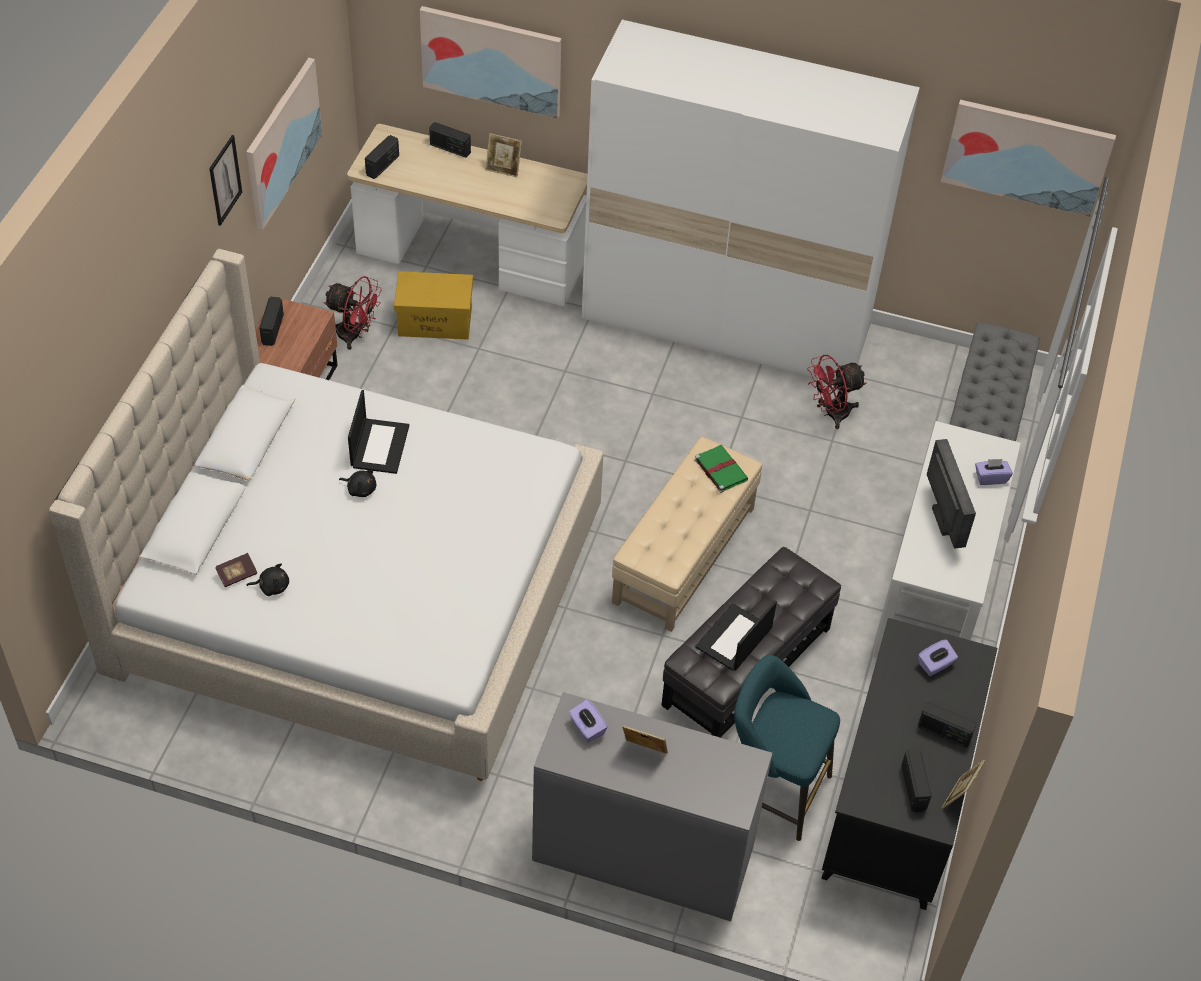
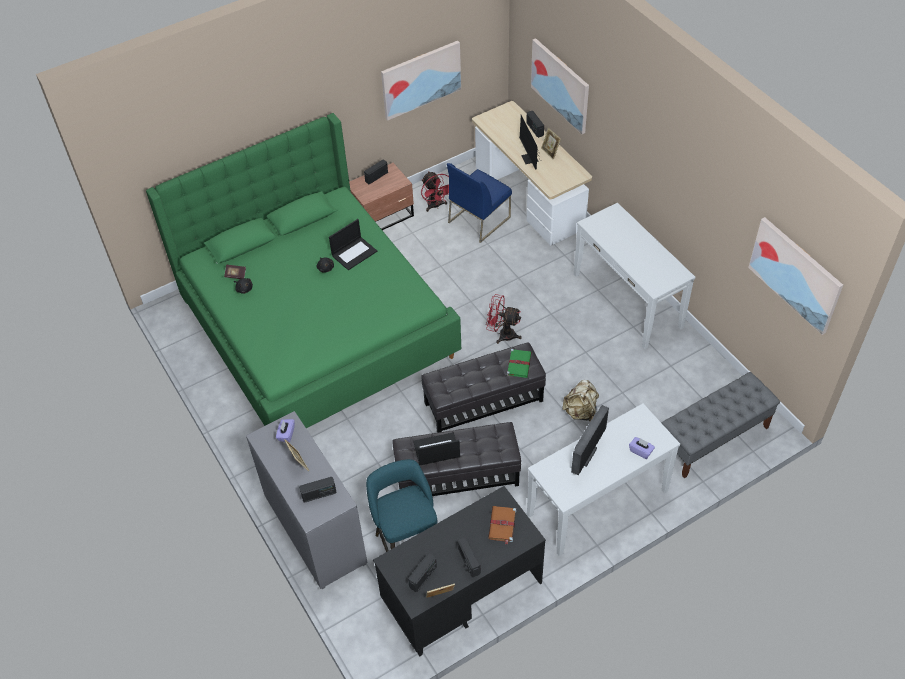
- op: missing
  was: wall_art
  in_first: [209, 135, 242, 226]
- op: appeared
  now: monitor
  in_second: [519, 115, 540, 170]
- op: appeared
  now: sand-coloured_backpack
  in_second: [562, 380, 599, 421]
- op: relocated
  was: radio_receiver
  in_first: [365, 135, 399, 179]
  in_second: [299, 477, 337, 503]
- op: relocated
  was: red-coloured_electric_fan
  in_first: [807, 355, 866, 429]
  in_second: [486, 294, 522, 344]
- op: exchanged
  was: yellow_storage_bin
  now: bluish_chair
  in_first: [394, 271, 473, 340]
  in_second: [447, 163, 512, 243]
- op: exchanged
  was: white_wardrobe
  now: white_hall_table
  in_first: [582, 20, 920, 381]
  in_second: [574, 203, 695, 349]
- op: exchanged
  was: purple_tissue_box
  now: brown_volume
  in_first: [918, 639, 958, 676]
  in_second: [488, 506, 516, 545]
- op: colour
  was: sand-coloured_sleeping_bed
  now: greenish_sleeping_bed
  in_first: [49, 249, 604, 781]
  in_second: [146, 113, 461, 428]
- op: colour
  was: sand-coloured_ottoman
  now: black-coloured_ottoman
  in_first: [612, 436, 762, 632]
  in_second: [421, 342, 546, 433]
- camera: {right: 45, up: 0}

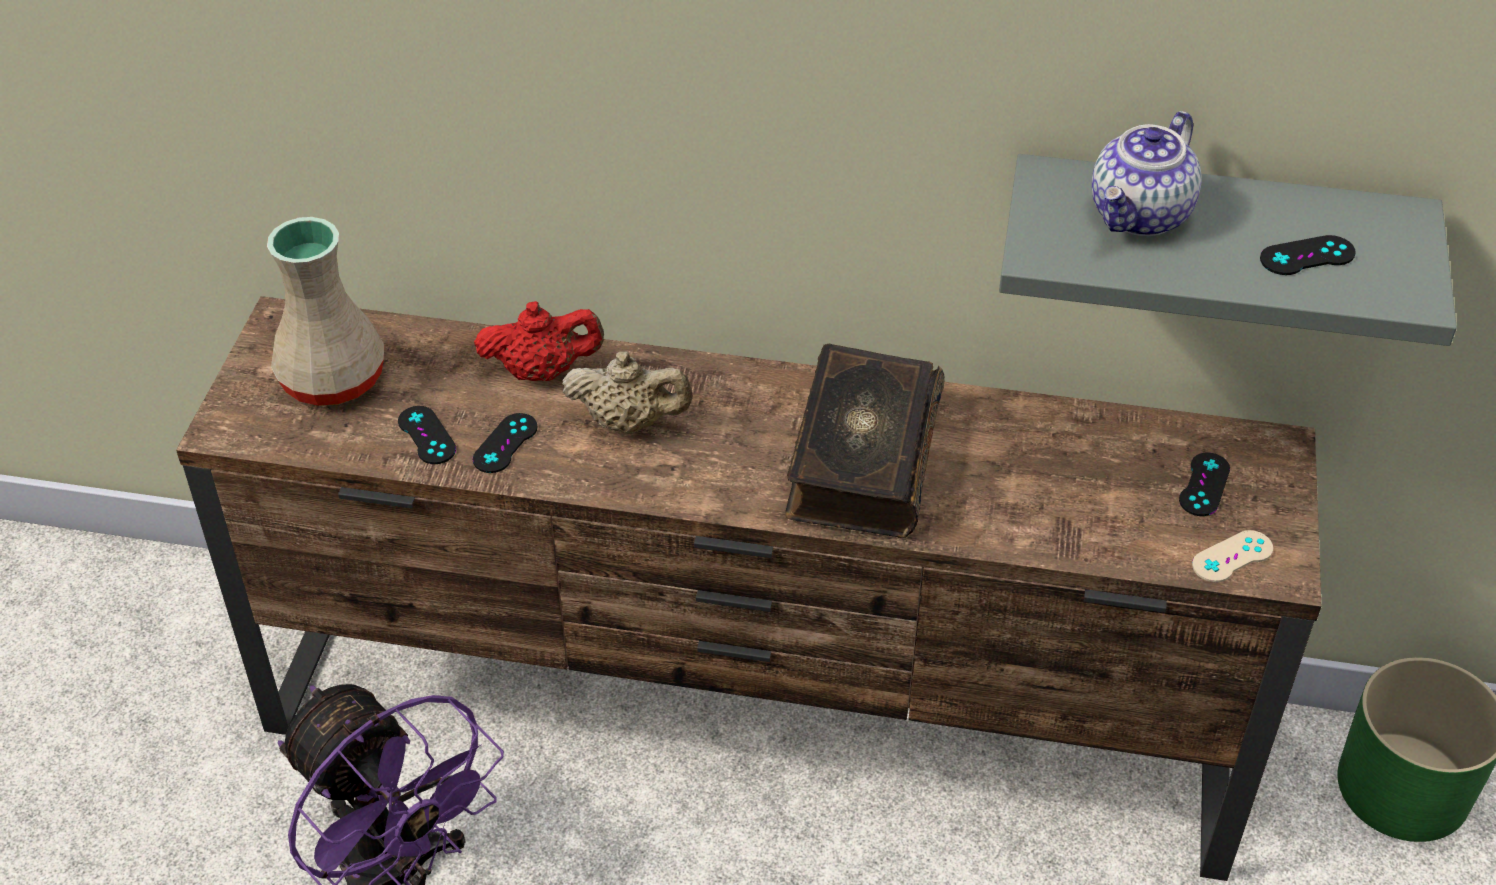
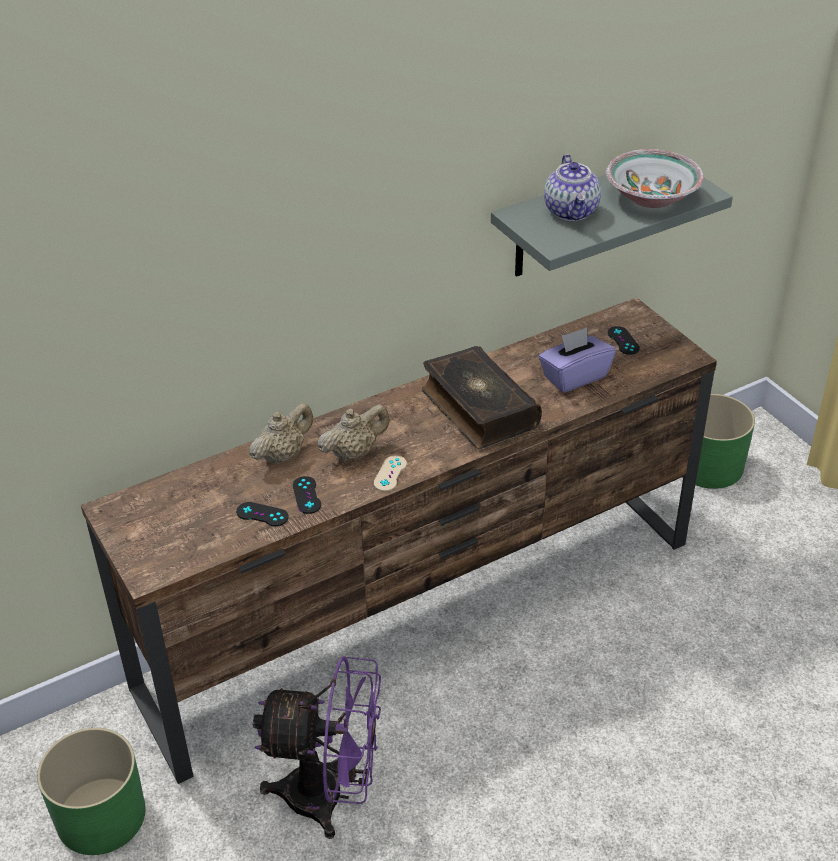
- op: missing
  was: sand-coloured_vase
  in_first: [267, 217, 384, 406]
- op: appeared
  now: greenish_planter
  in_second: [37, 728, 146, 855]
- op: appeared
  now: purple_tissue_box
  in_second: [538, 327, 616, 393]
- op: relocated
  was: sand-coloured_game_controller
  in_first: [1192, 530, 1273, 582]
  in_second: [373, 456, 407, 491]
- op: exchanged
  was: black-coloured_game_controller
  now: serving_bowl
  in_first: [1260, 235, 1356, 275]
  in_second: [605, 149, 704, 208]
- op: colour
  was: red-coloured_pot_for_tea
  now: sand-coloured_pot_for_tea
  in_first: [474, 301, 604, 381]
  in_second: [249, 403, 313, 465]
- camera: {right: -40, up: -5}

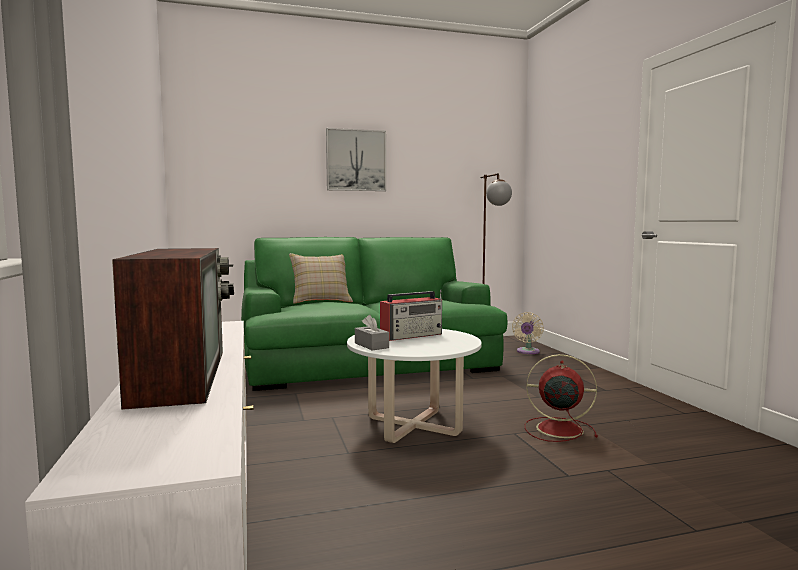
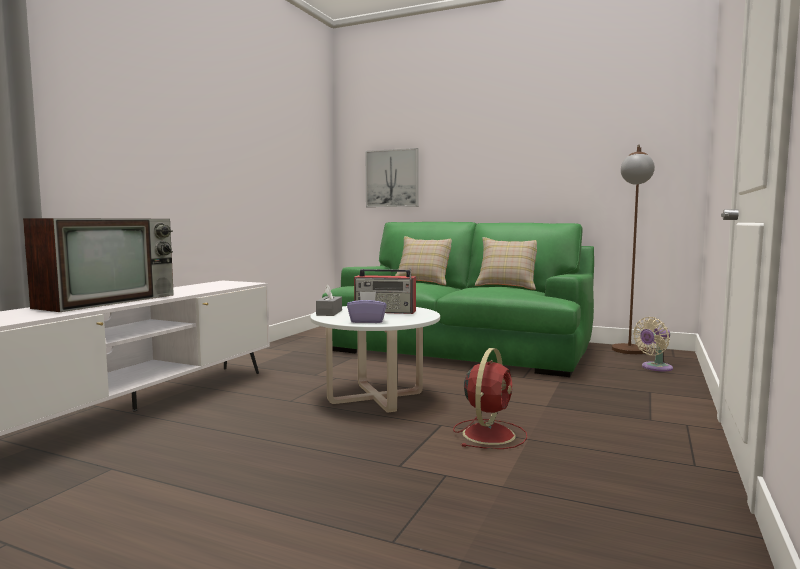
- op: appeared
  now: purple_tissue_box
  in_second: [347, 292, 387, 323]
- op: appeared
  now: sand-coloured_pillow
  in_second: [475, 237, 537, 290]
- op: relocated
  was: wall_art
  in_first: [326, 128, 386, 191]
  in_second: [366, 148, 419, 207]
- op: spun
  was: red-coloured_electric_fan
  in_first: [525, 354, 598, 442]
  in_second: [453, 348, 527, 449]
  clockwise: 60
- camera: {right: 40, up: 0}

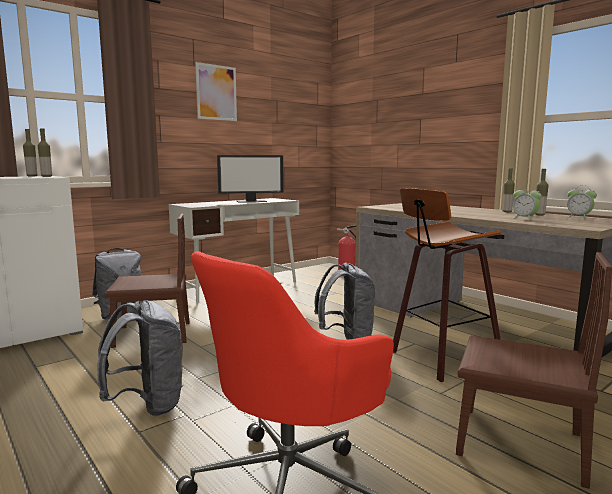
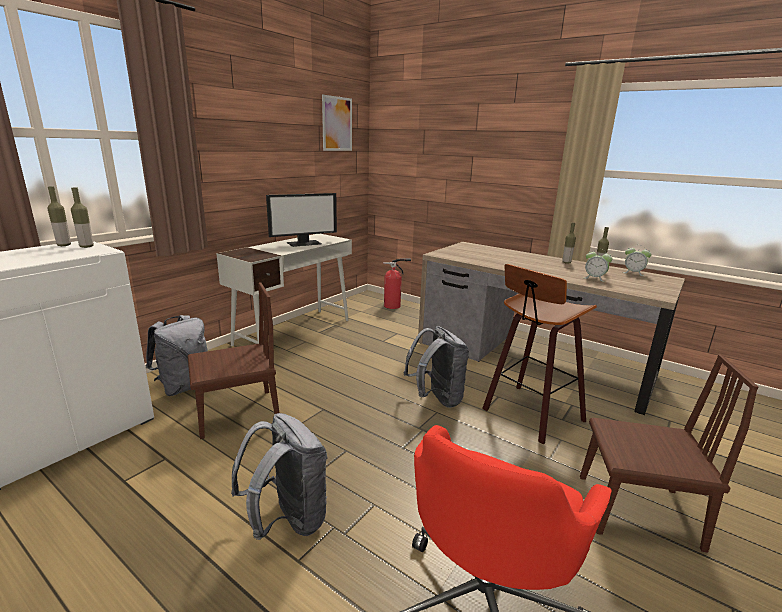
- op: relocated
  was: wall_art
  in_first: [195, 62, 237, 121]
  in_second: [322, 95, 352, 151]
- camera: {right: -15, up: 10}

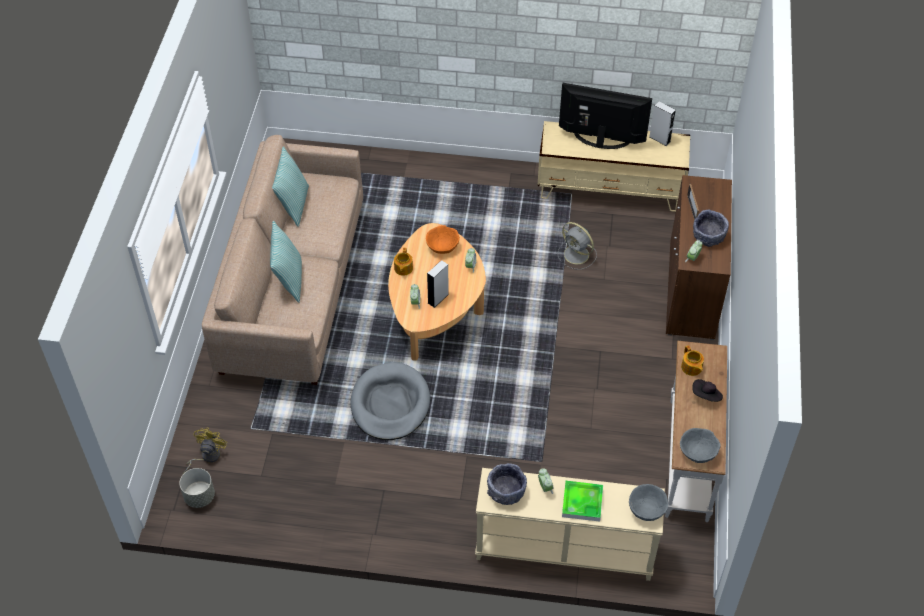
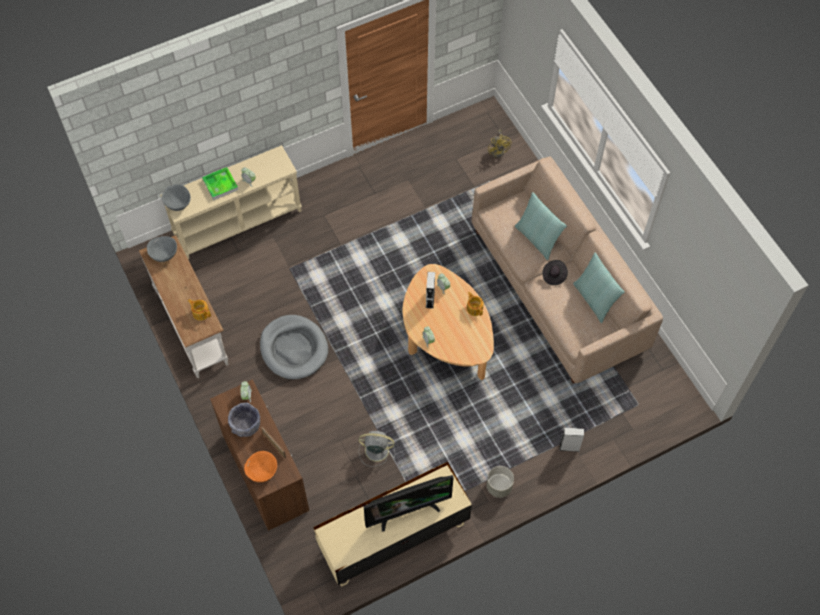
- op: missing
  was: gray_serving_bowl
  in_first: [487, 463, 527, 505]
- op: relocated
  was: gray_planter
  in_first: [179, 468, 215, 508]
  in_second: [487, 466, 514, 498]
- op: relocated
  was: gray_dog_bed
  in_first: [350, 363, 430, 440]
  in_second: [260, 315, 328, 380]
- op: relocated
  was: orange-coloured_serving_bowl
  in_first: [426, 225, 460, 254]
  in_second: [244, 451, 277, 482]
- op: relocated
  was: gray_audio_speaker
  in_first: [649, 101, 676, 146]
  in_second: [560, 428, 584, 452]
- op: relocated
  was: black-coloured_clothing_hat
  in_first: [692, 379, 723, 402]
  in_second: [543, 260, 568, 285]
- camera: {right: 145, up: 10}

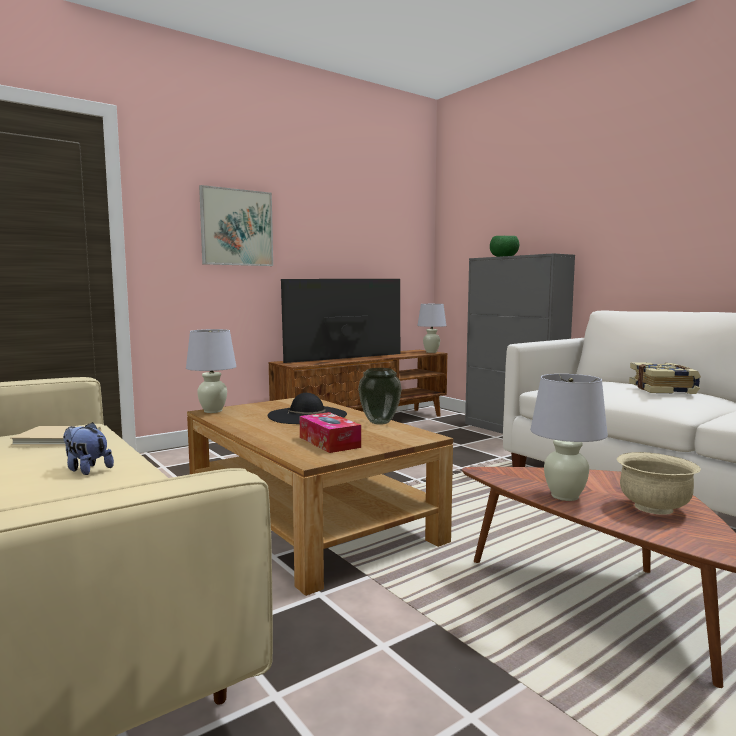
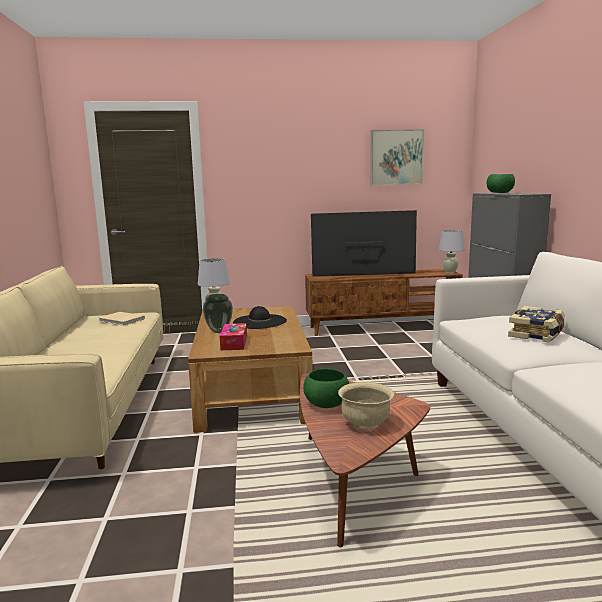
- op: missing
  was: plush_toy
  in_first: [63, 422, 114, 475]
- op: relocated
  was: wall_art
  in_first: [199, 185, 273, 266]
  in_second: [370, 129, 424, 186]
- op: relocated
  was: vase
  in_first: [358, 368, 402, 425]
  in_second: [203, 294, 233, 333]
- op: exchanged
  was: white_tabletop_lamp
  now: greenish_serving_bowl
  in_first: [530, 374, 608, 501]
  in_second: [303, 369, 349, 408]
- camera: {right: 30, up: 5}

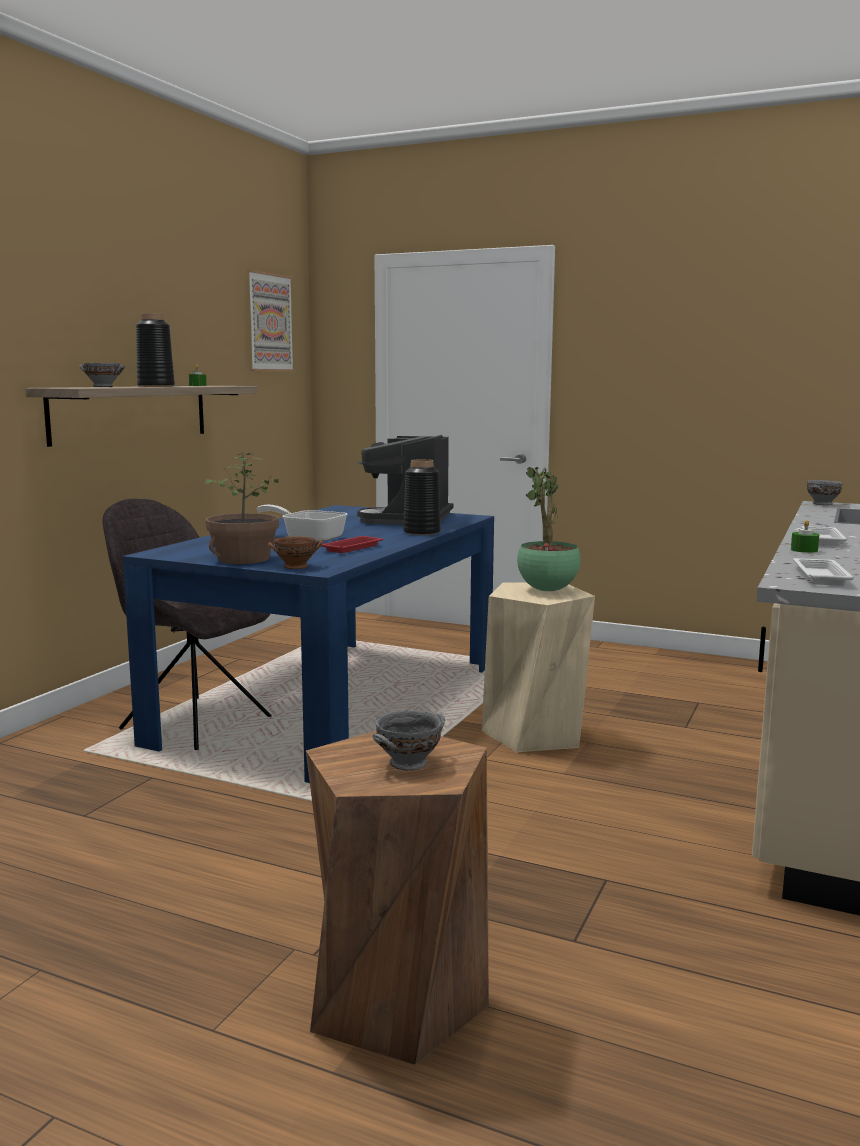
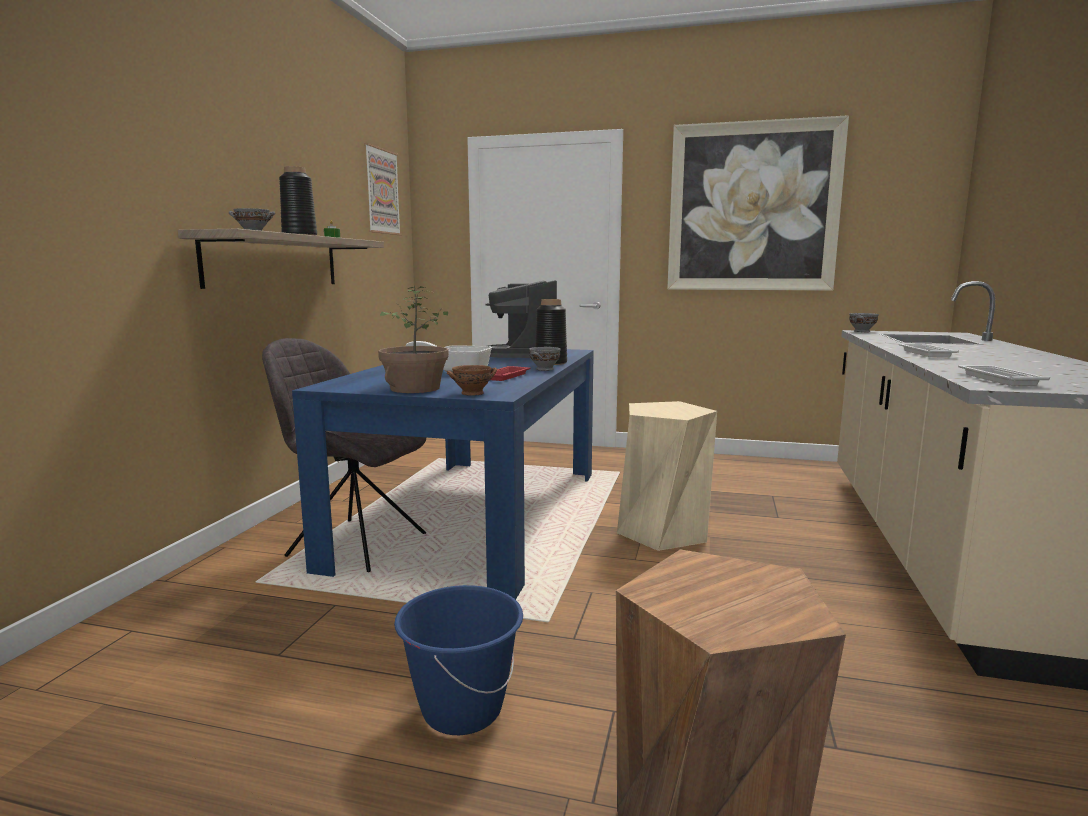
- op: missing
  was: plant_in_a_pot
  in_first: [517, 467, 580, 591]
- op: missing
  was: greenish_wax_light
  in_first: [791, 520, 819, 553]
- op: appeared
  now: bluish_pail
  in_second: [394, 585, 523, 735]
- op: appeared
  now: wall_art
  in_second: [667, 115, 849, 291]
- op: relocated
  was: gray_serving_bowl
  in_first: [372, 710, 445, 771]
  in_second: [529, 347, 561, 371]
- camera: {right: -10, up: 0}

